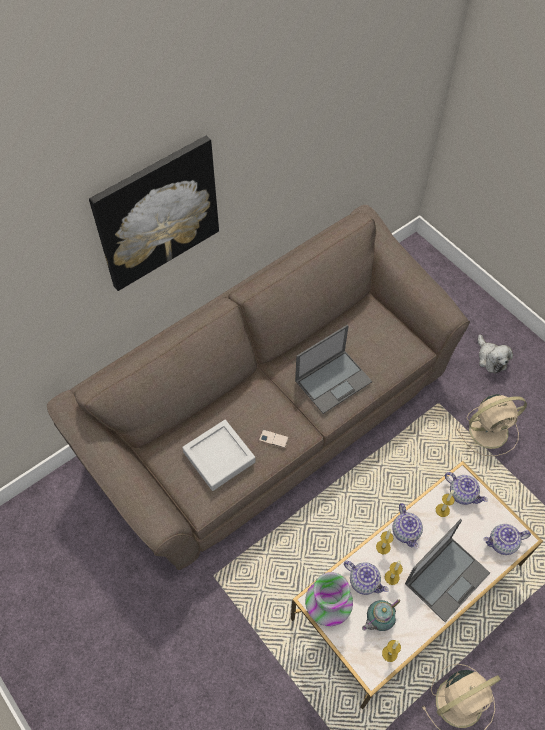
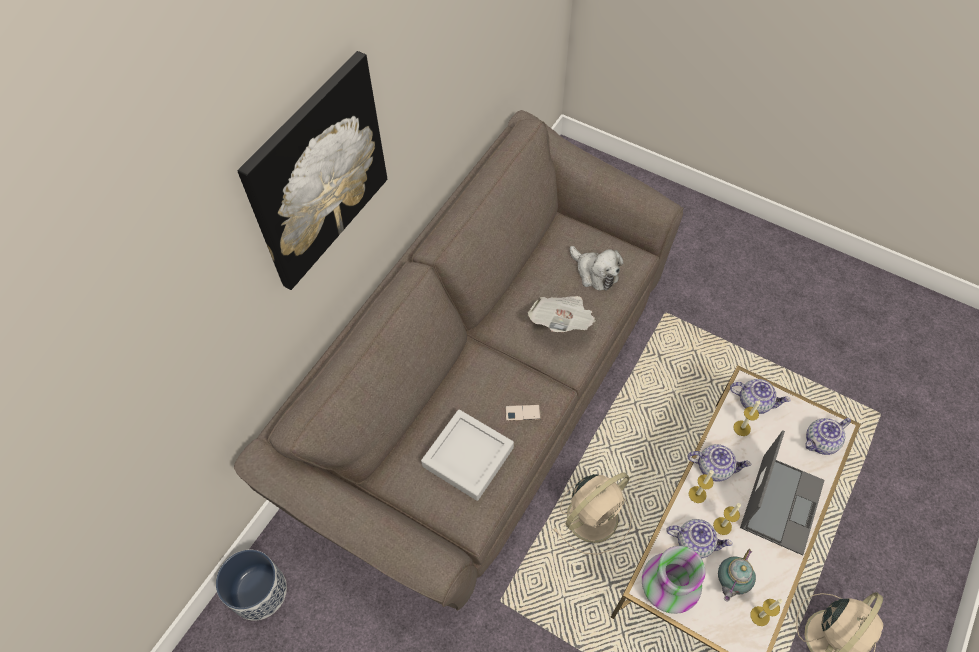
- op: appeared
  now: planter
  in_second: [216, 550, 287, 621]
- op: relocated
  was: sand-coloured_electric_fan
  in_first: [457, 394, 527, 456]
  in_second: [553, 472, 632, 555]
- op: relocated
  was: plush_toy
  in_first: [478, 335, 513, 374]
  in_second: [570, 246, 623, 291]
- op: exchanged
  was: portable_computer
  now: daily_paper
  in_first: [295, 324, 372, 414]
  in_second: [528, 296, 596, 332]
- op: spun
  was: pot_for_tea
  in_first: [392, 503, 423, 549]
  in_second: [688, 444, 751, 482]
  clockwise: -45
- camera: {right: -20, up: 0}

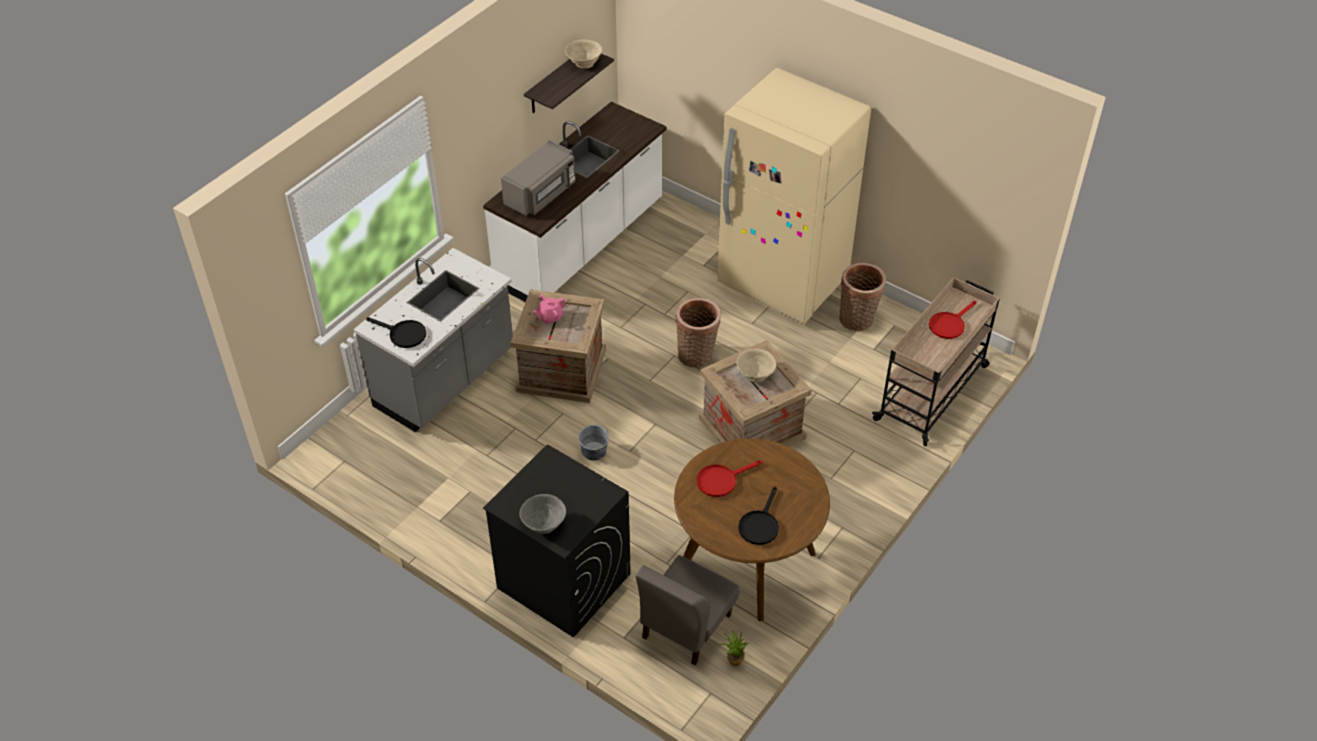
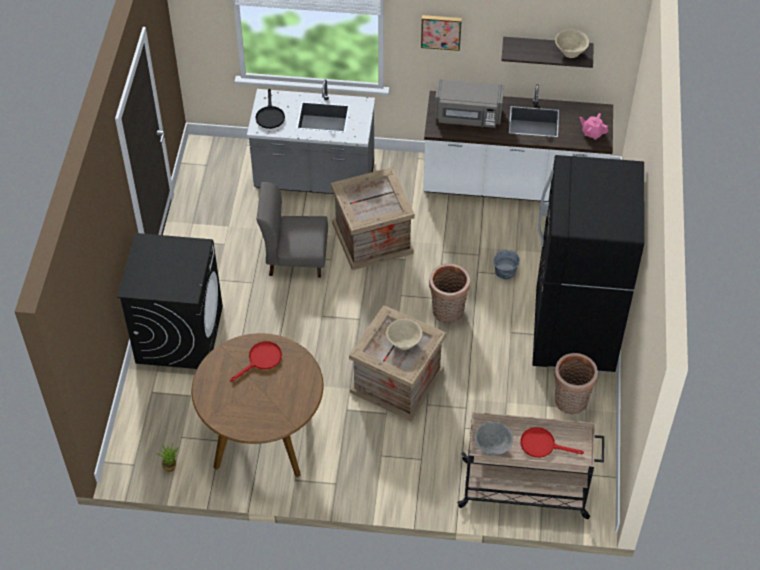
- op: missing
  was: black-coloured_frying_pan
  in_first: [738, 486, 779, 545]
- op: appeared
  now: wall_art
  in_second: [421, 15, 462, 51]
- op: relocated
  was: gray_serving_bowl
  in_first: [520, 494, 566, 534]
  in_second: [475, 422, 513, 456]
- op: relocated
  was: pinkish_pot_for_tea
  in_first: [533, 295, 566, 325]
  in_second: [580, 113, 608, 139]
- op: relocated
  was: gray_pail
  in_first: [578, 424, 609, 461]
  in_second: [493, 249, 520, 279]
- op: relocated
  was: gray_chair
  in_first: [636, 555, 739, 665]
  in_second: [257, 182, 328, 278]
- op: colour
  was: sand-coloured_refrigerator
  now: black-coloured_refrigerator
  in_first: [717, 68, 871, 324]
  in_second: [532, 155, 645, 373]
- op: spun
  was: red-coloured_frying_pan
  in_first: [697, 460, 763, 497]
  in_second: [230, 341, 282, 382]
  clockwise: 105
- camera: {right: 60, up: 5}

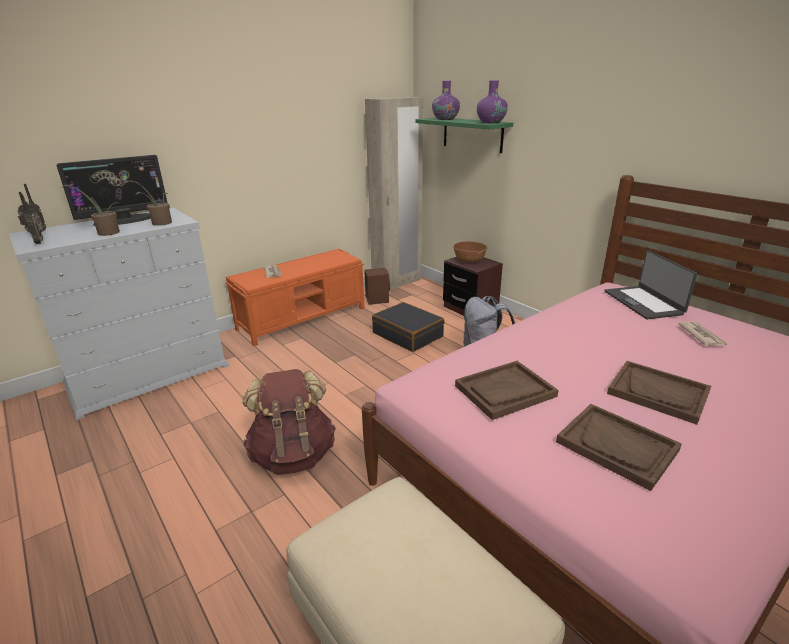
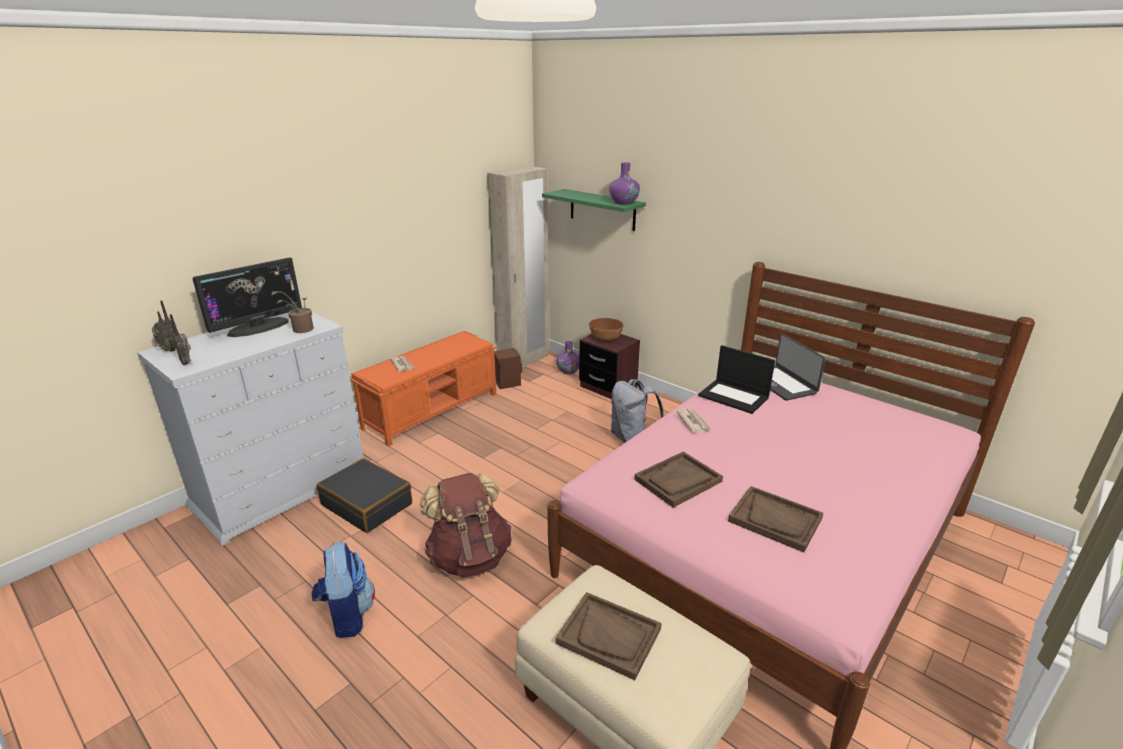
- op: missing
  was: plant_in_a_pot
  in_first: [60, 185, 120, 236]
- op: appeared
  now: backpack
  in_second: [312, 542, 375, 638]
- op: appeared
  now: portable_computer
  in_second: [698, 345, 775, 414]
- op: relocated
  was: black-coloured_suitcase
  in_first: [372, 302, 445, 352]
  in_second: [317, 458, 412, 533]
- op: relocated
  was: purple_vase
  in_first: [432, 81, 460, 120]
  in_second: [556, 341, 580, 374]
- op: relocated
  was: brown_carrying_tray
  in_first: [607, 361, 711, 425]
  in_second: [556, 592, 662, 680]
- op: relocated
  was: daily_paper
  in_first: [678, 322, 728, 346]
  in_second: [676, 409, 712, 433]
- camera: {right: -10, up: 0}

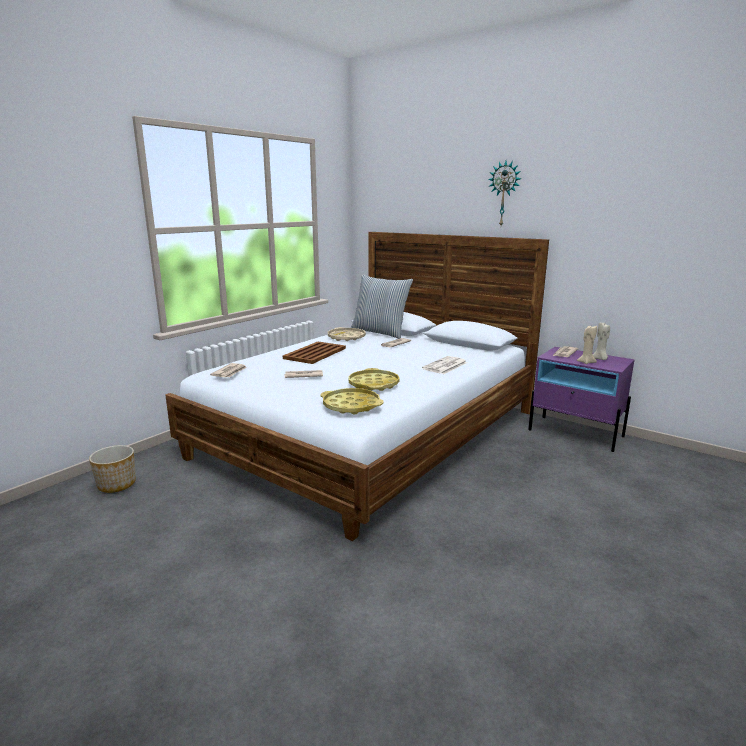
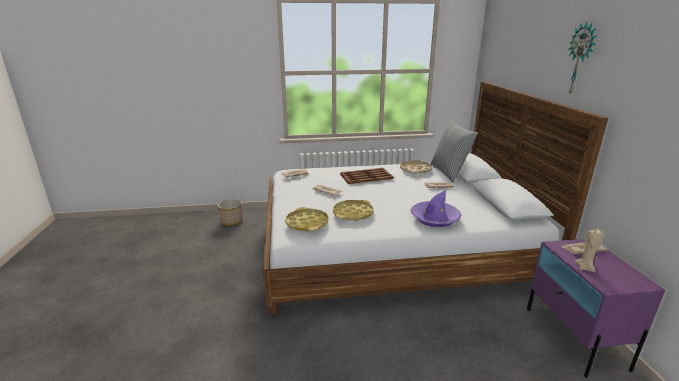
- op: missing
  was: sand-coloured_wax_light
  in_first: [593, 322, 610, 360]
- op: exchanged
  was: daily_paper
  now: purple_clothing_hat
  in_first: [422, 356, 467, 374]
  in_second: [411, 190, 462, 227]
- camera: {right: 45, up: 5}

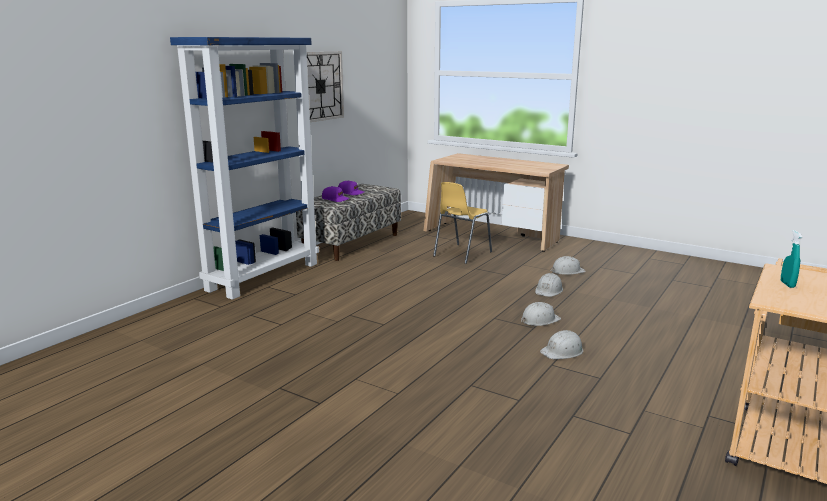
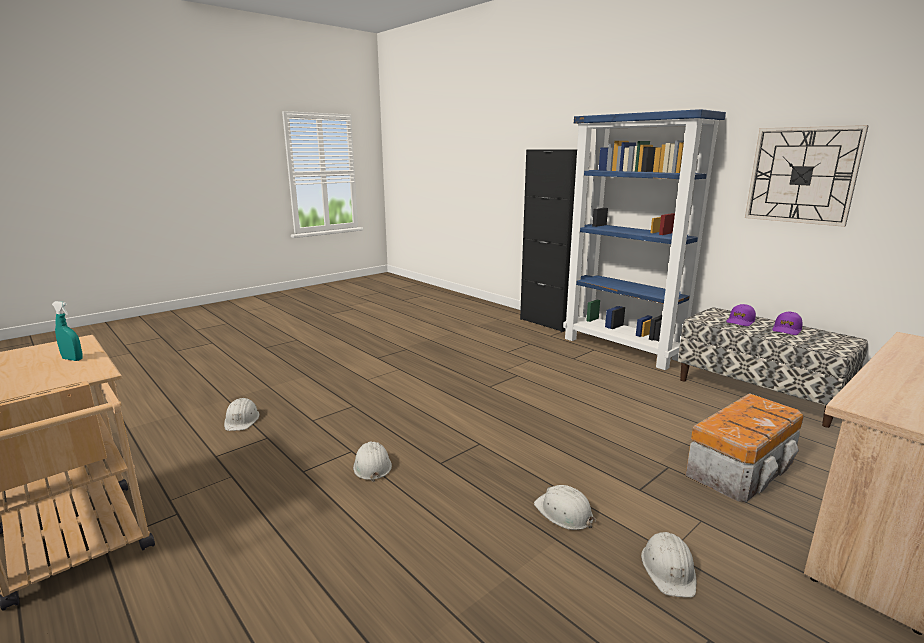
- op: appeared
  now: black-coloured_cabinet
  in_second: [520, 149, 577, 332]
- op: relocated
  was: white_safety_helmet
  in_first: [521, 302, 561, 326]
  in_second: [224, 398, 260, 431]
- op: exchanged
  was: yellow_chair
  now: storage_bin
  in_first: [433, 182, 492, 264]
  in_second: [685, 393, 804, 502]
- camera: {right: 105, up: 0}

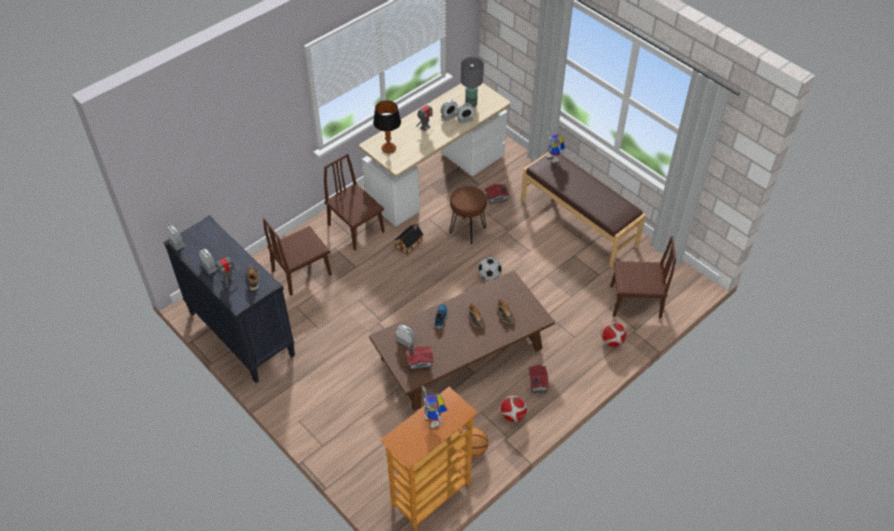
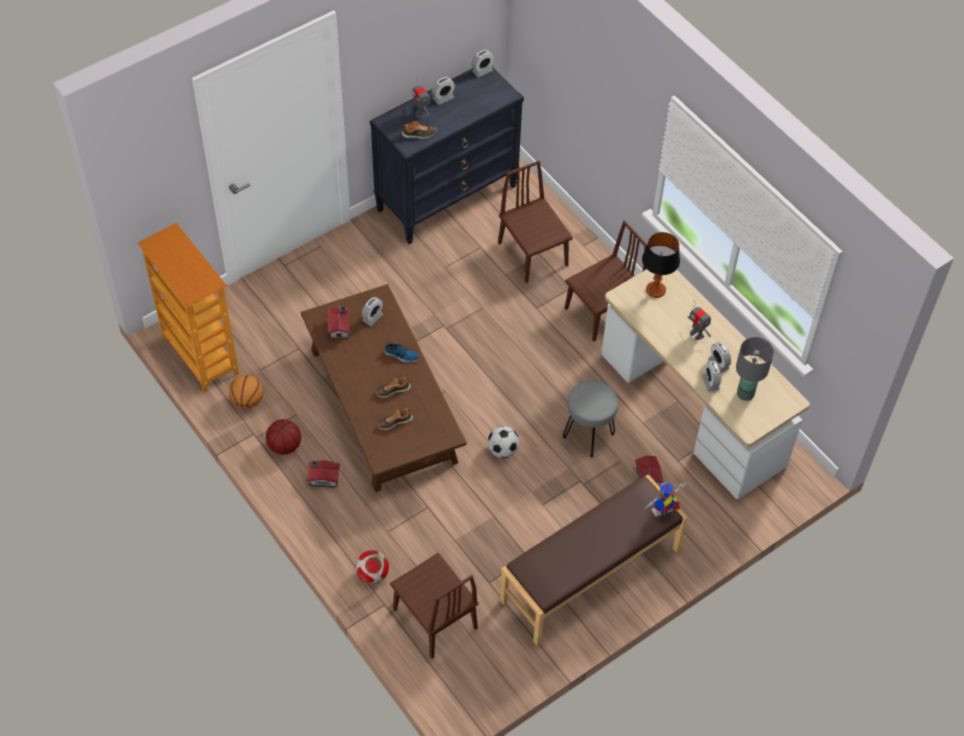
- op: missing
  was: toy_house
  in_first: [394, 224, 424, 255]
- op: missing
  was: toy_robot
  in_first: [422, 386, 447, 428]
- op: exchanged
  was: football_ball
  now: basketball_ball
  in_first: [501, 395, 527, 422]
  in_second: [266, 419, 301, 455]
- op: colour
  was: brown_stool_seat
  now: gray_stool_seat
  in_first: [449, 186, 487, 244]
  in_second: [563, 380, 618, 458]
- op: spun
  was: brown_chair
  in_first: [610, 236, 676, 318]
  in_second: [390, 553, 479, 658]
  clockwise: -45
- camera: {right: 95, up: 5}

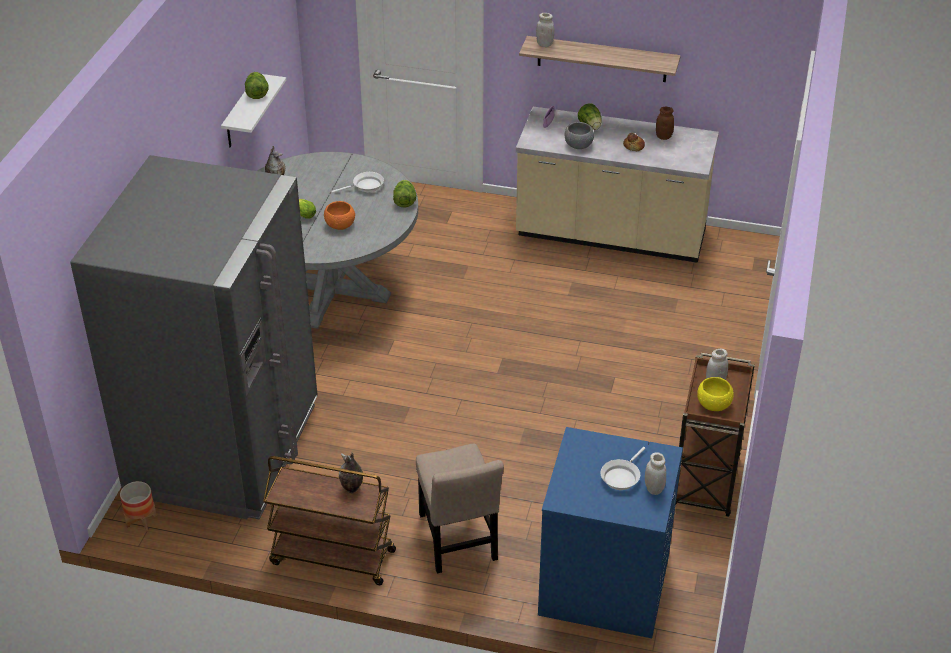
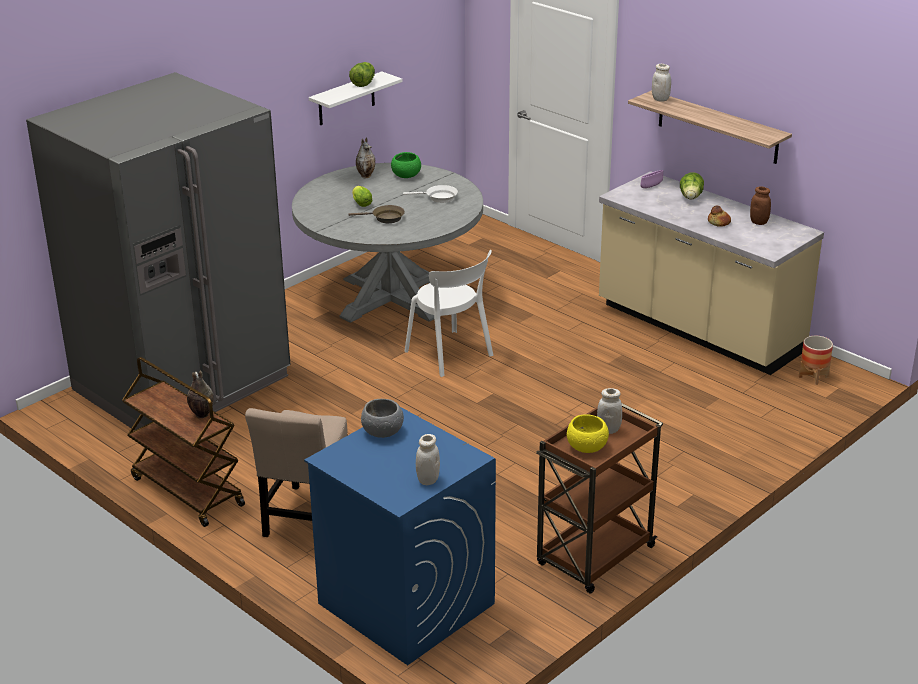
- op: missing
  was: head_of_lettuce
  in_first: [393, 180, 416, 207]
- op: missing
  was: white_frying_pan
  in_first: [601, 447, 645, 490]
- op: appeared
  now: greenish_serving_bowl
  in_second: [391, 152, 421, 178]
- op: appeared
  now: white_chair
  in_second: [404, 250, 493, 377]
- op: relocated
  was: planter
  in_first: [120, 481, 157, 532]
  in_second: [799, 336, 833, 385]
- op: relocated
  was: gray_serving_bowl
  in_first: [565, 122, 594, 149]
  in_second: [361, 399, 404, 438]
- op: exchanged
  was: orange-coloured_serving_bowl
  now: brown_frying_pan
  in_first: [324, 201, 355, 230]
  in_second: [348, 205, 405, 223]
- camera: {right: 30, up: -10}

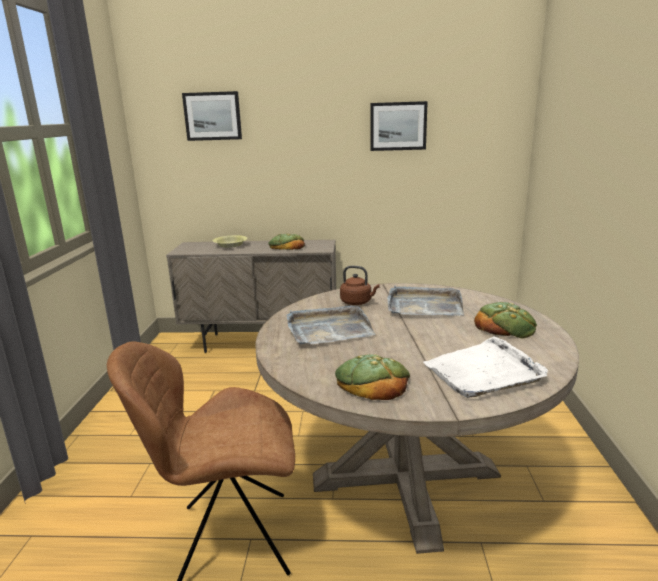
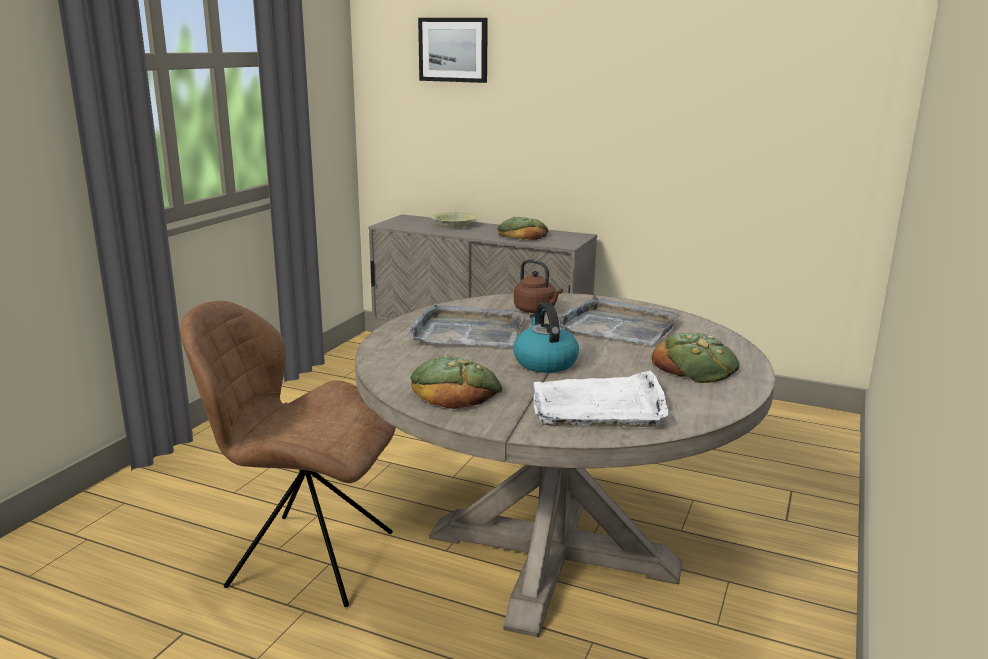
- op: missing
  was: wall_art
  in_first: [370, 101, 428, 151]
- op: appeared
  now: water_kettle
  in_second: [513, 302, 579, 373]
- camera: {right: 20, up: 0}

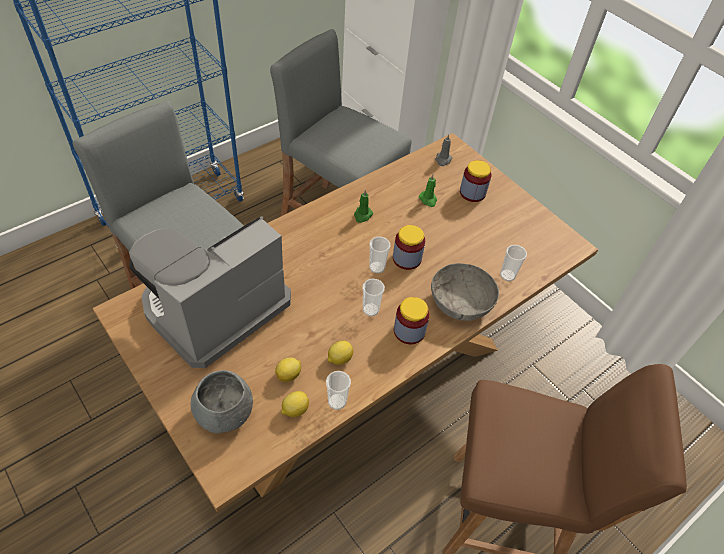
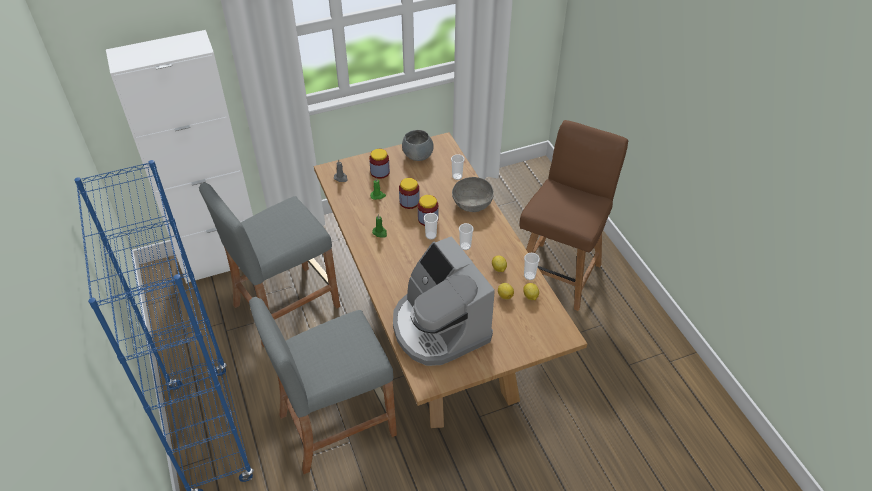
- op: relocated
  was: gray_serving_bowl
  in_first: [190, 370, 253, 433]
  in_second: [402, 130, 434, 161]
- op: relocated
  was: jar
  in_first: [394, 297, 430, 344]
  in_second: [399, 178, 420, 209]
- camera: {right: -70, up: -5}

